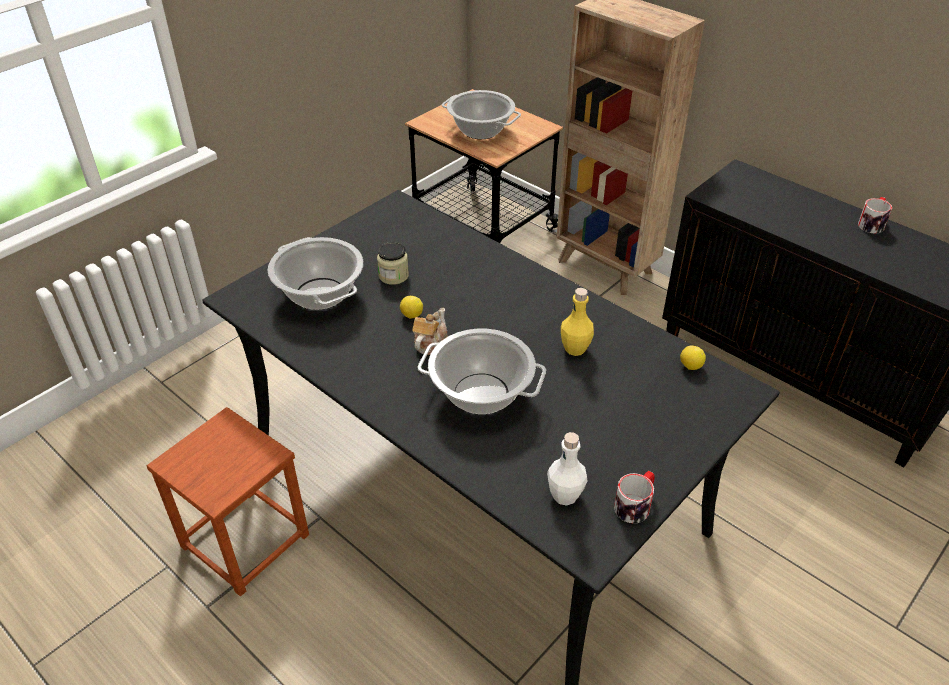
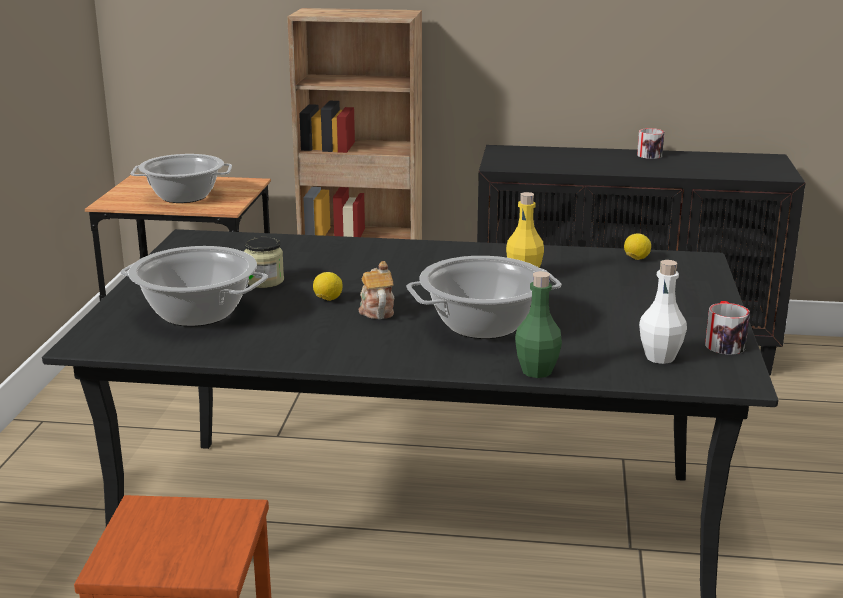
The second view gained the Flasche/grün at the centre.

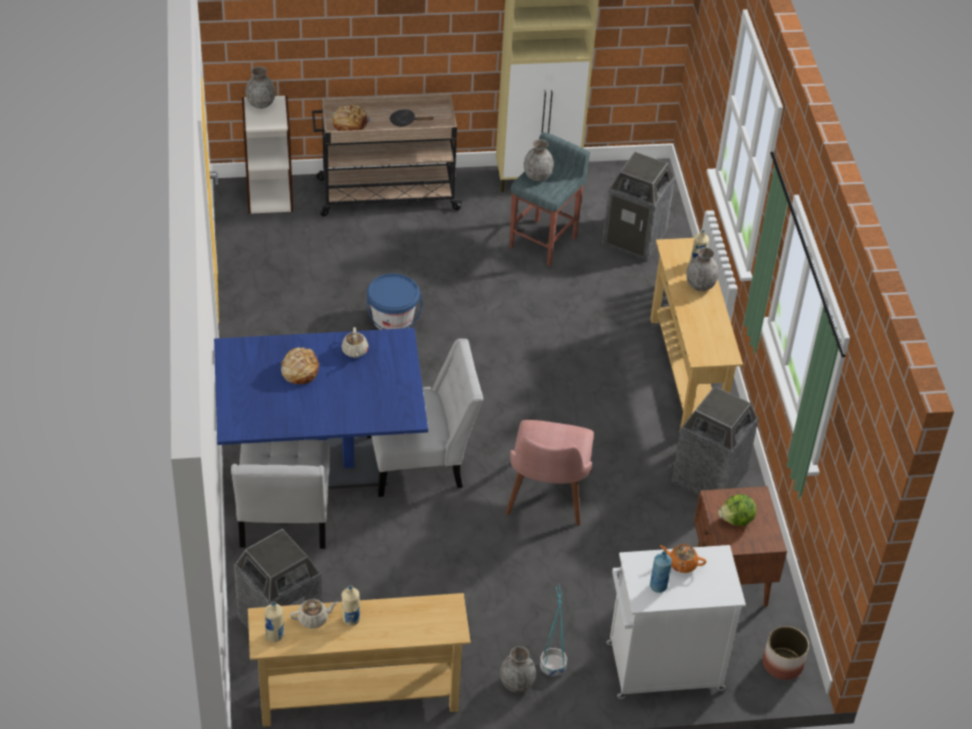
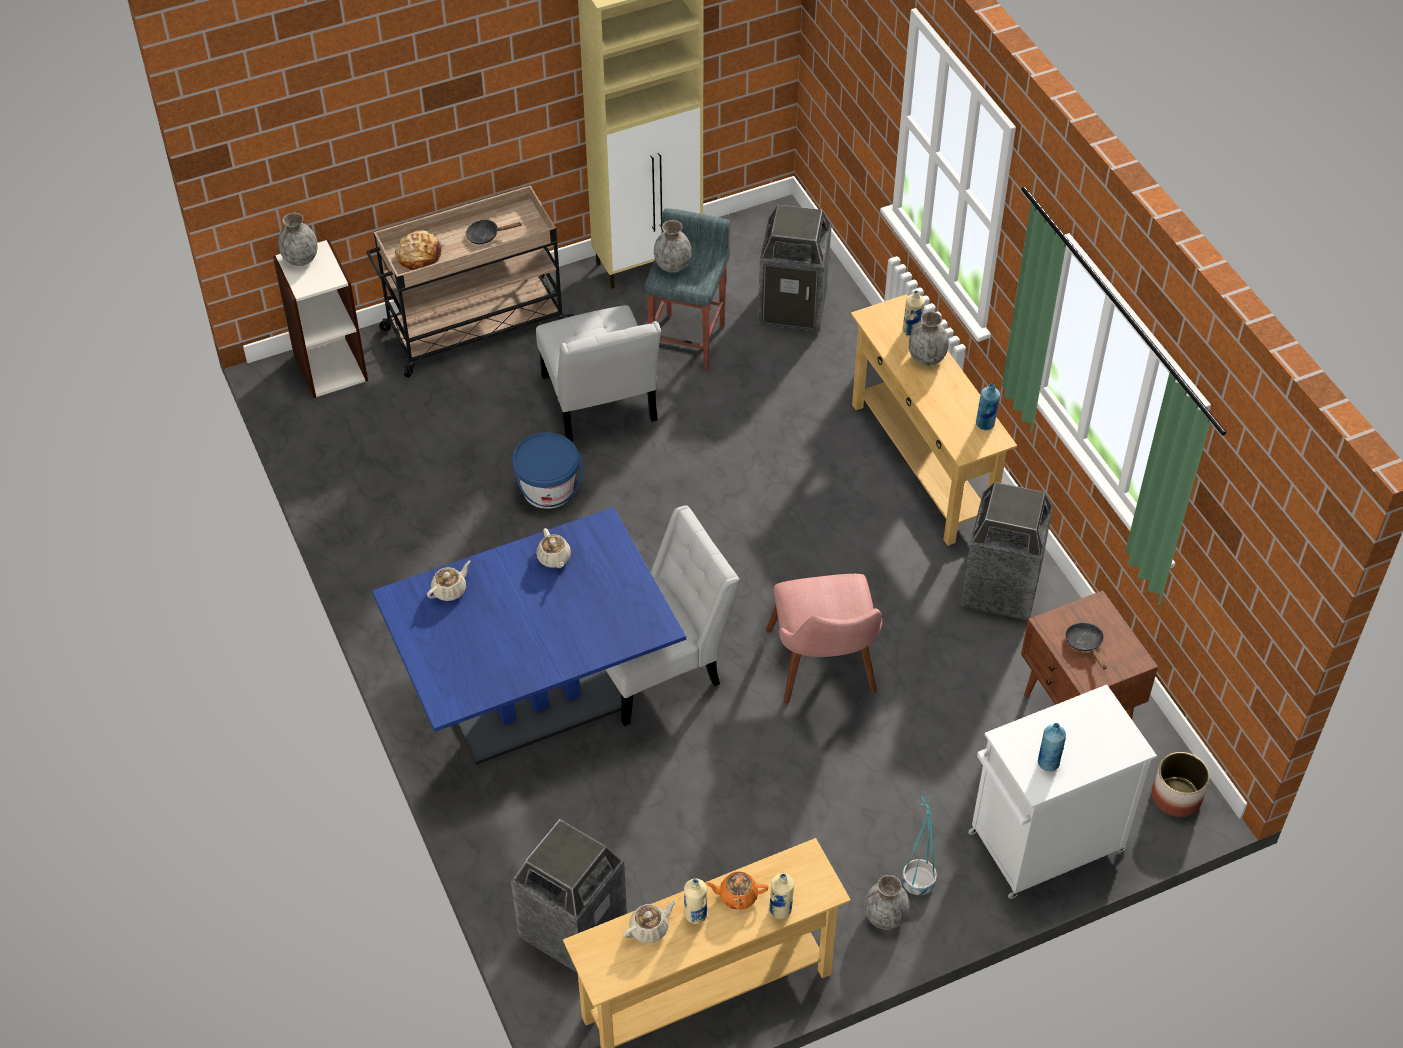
The second view gained the Teekanne/beige (no. 1 from left) at the middle left.
The Stuhl/weiß (no. 1 from left) ended up elsewhere, having gone from the bottom left to the centre.
The Teekanne/orange ended up elsewhere, having gone from the bottom right to the bottom centre.
The Flasche/beige (no. 1 from left in the first image) ended up elsewhere, having gone from the bottom left to the bottom centre.
The second view gained the Flasche/blau (no. 1 from left) at the middle right.
Where the Salatkopf stood at the bottom right, the Pfanne/schwarz (no. 2 from left) came to stand at the middle right.
The second view lost the Brot (no. 1 from left) at the middle left.

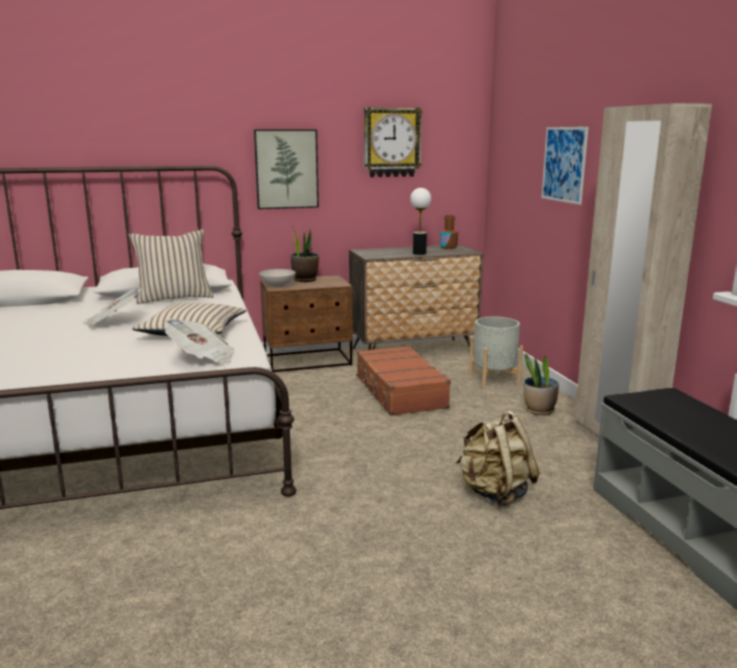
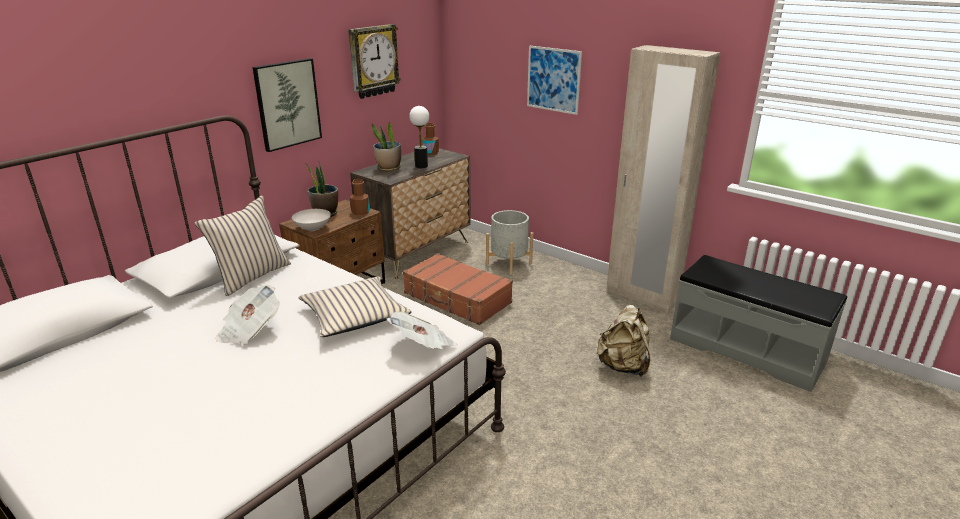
The second view gained the Flasche/braun (no. 1 from left) at the centre.
The Topfpflanze (no. 2 from left) ended up elsewhere, having gone from the middle right to the top centre.

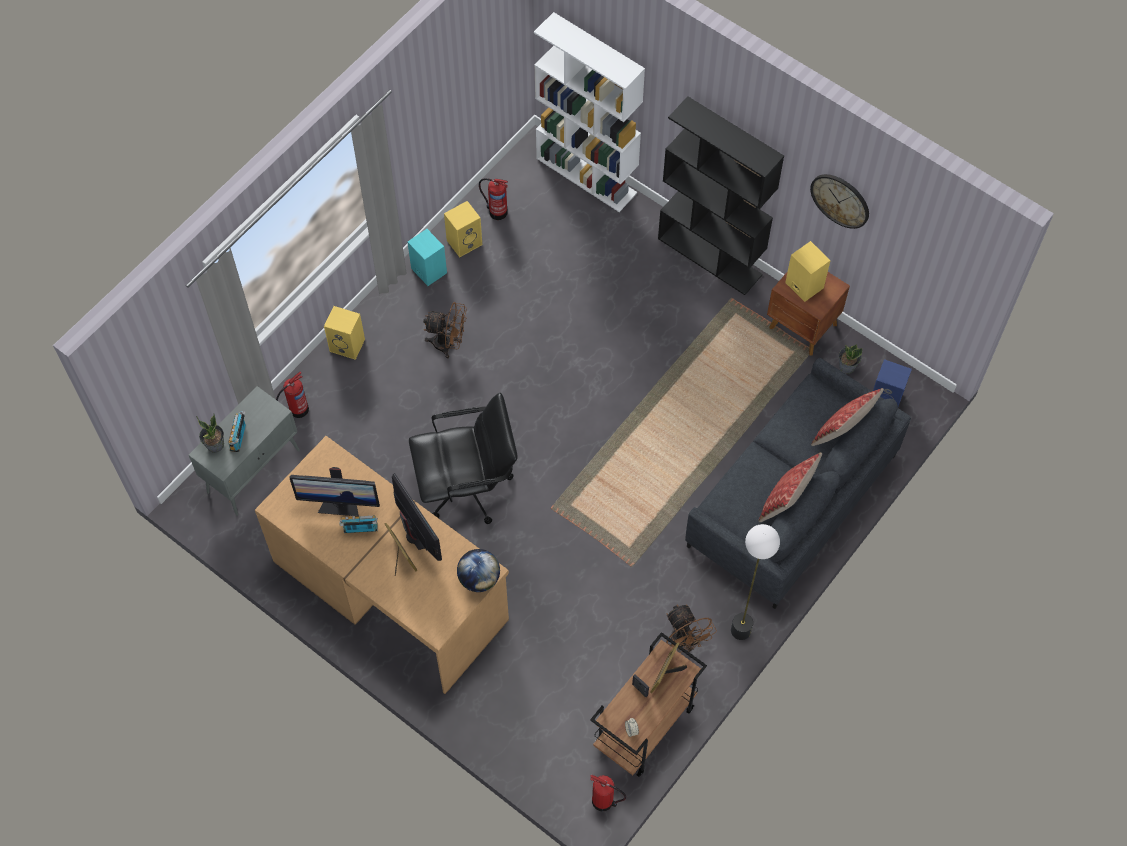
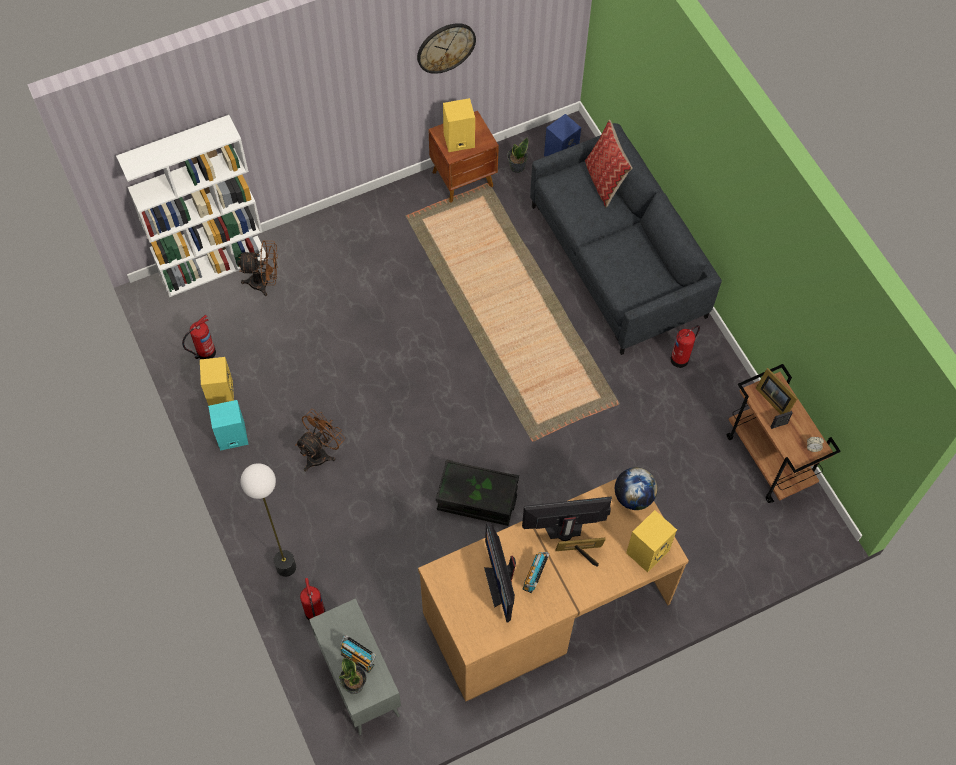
The Ventilator/braun (no. 2 from left in the first image) ended up elsewhere, having gone from the bottom centre to the middle left.
The Stehlampe ended up elsewhere, having gone from the bottom right to the bottom left.
Where the Bürostuhl/schwarz stood at the centre, the Aufbewahrungsbox/schwarz came to stand at the centre.
The Monitor (no. 1 from left) at the middle left ended up facing another way, 135 degrees clockwise from before.
The Lautsprecher/gelb (no. 1 from left in the first image) ended up elsewhere, having gone from the middle left to the bottom right.
The Feuerlöscher (no. 3 from left) ended up elsewhere, having gone from the bottom centre to the middle right.
The second view lost the Bücherregal/schwarz at the top centre.
The second view lost the Kissen (no. 1 from left) at the middle right.

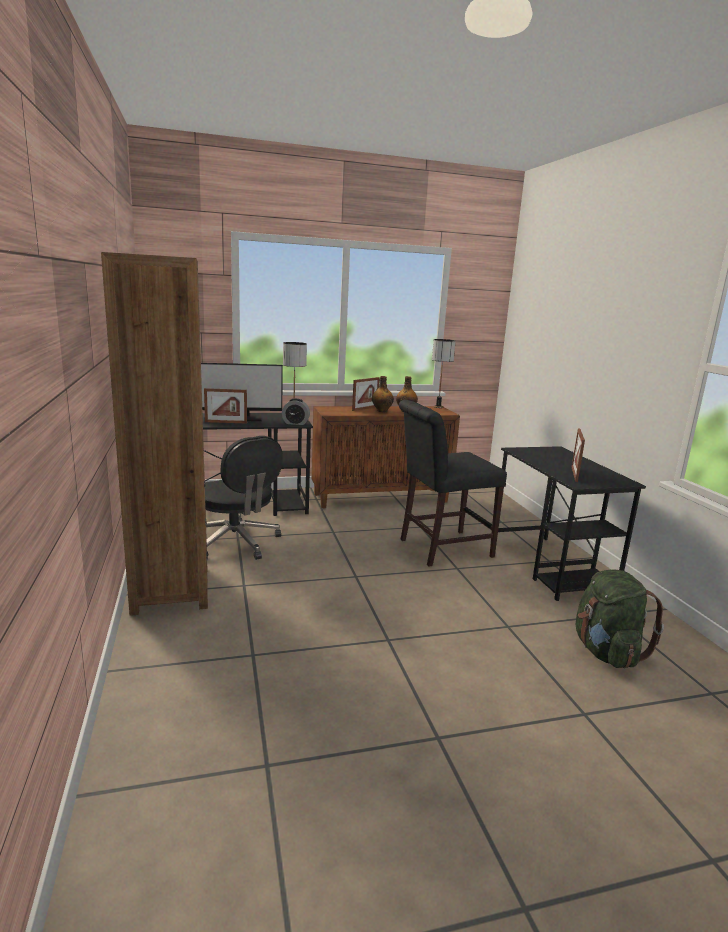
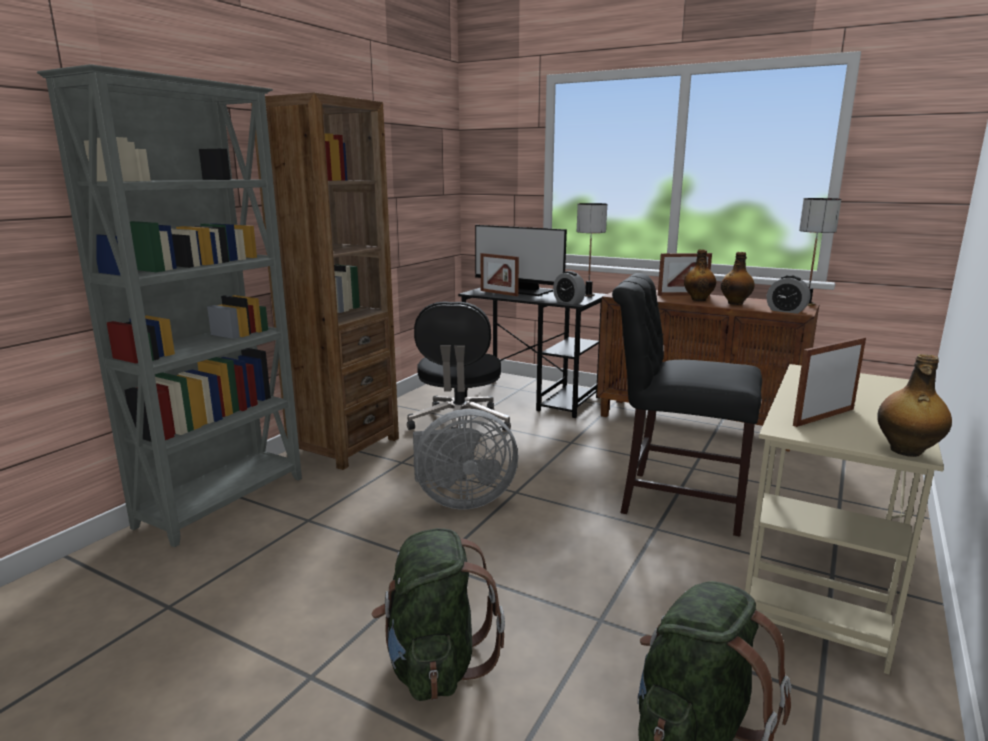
The second view gained the Bücherregal/grau at the middle left.
The second view gained the Rucksack/grün (no. 1 from left) at the bottom centre.
The second view gained the Ventilator/grau at the centre.
What was the Schreibtisch/schwarz (no. 2 from left) at the middle right turned into the Schreibtisch/beige at the bottom right.
The second view gained the Wecker (no. 2 from left) at the middle right.
The second view gained the Flasche (no. 3 from left) at the middle right.

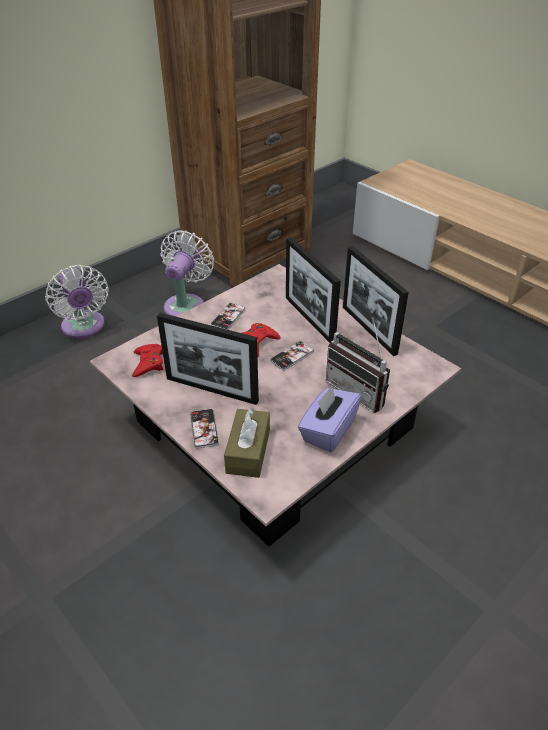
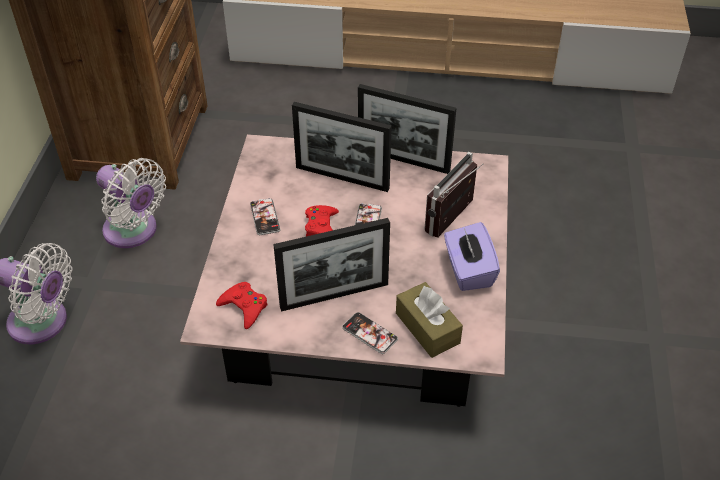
The Ventilator/weiß (no. 2 from left) at the centre ended up facing another way, 150 degrees clockwise from before.
The Radio at the centre ended up facing another way, 120 degrees clockwise from before.

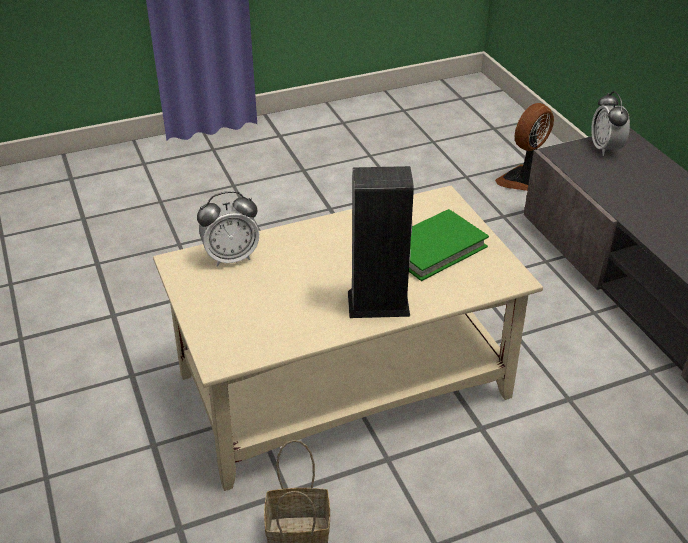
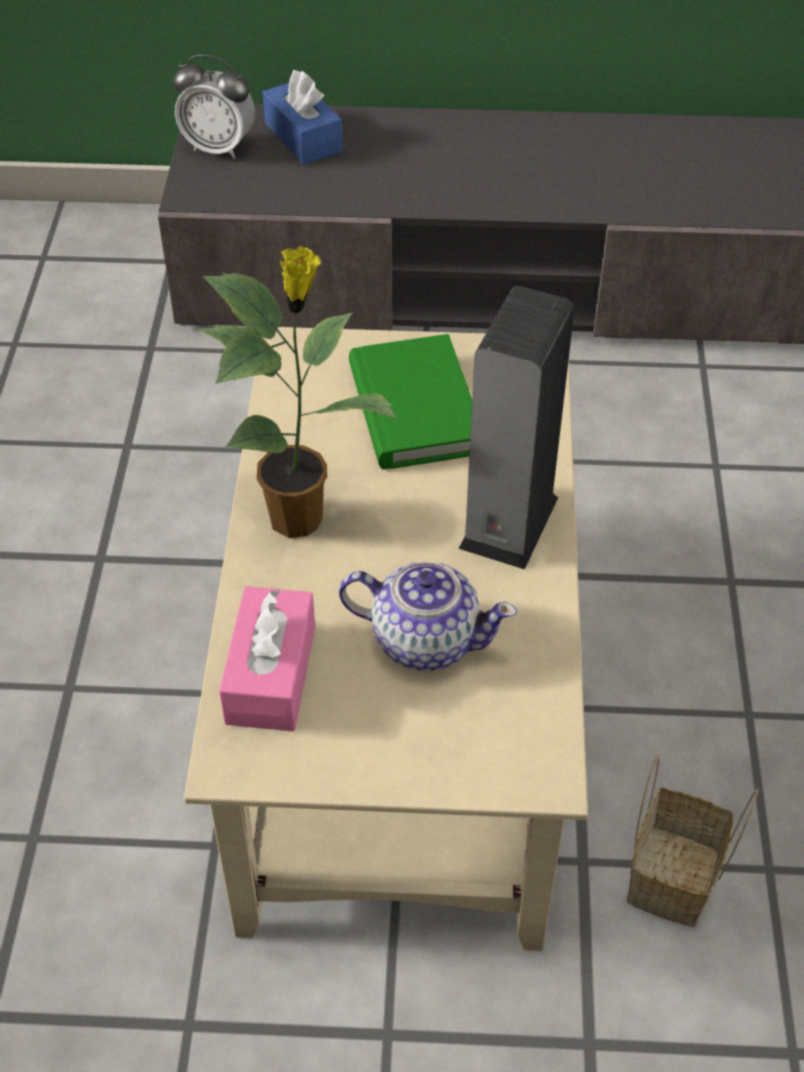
The second view gained the Topfpflanze at the centre.
Where the Wecker (no. 1 from left) stood at the middle left, the Taschentuchbox/rosa came to stand at the middle left.
The second view gained the Taschentuchbox/blau at the top centre.
The second view gained the Teekanne at the centre.
The second view lost the Ventilator at the top right.

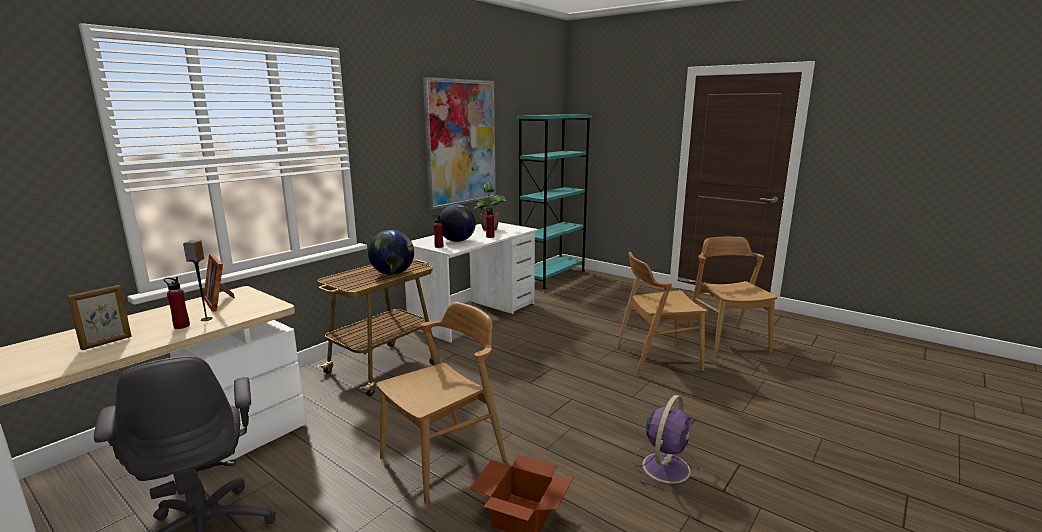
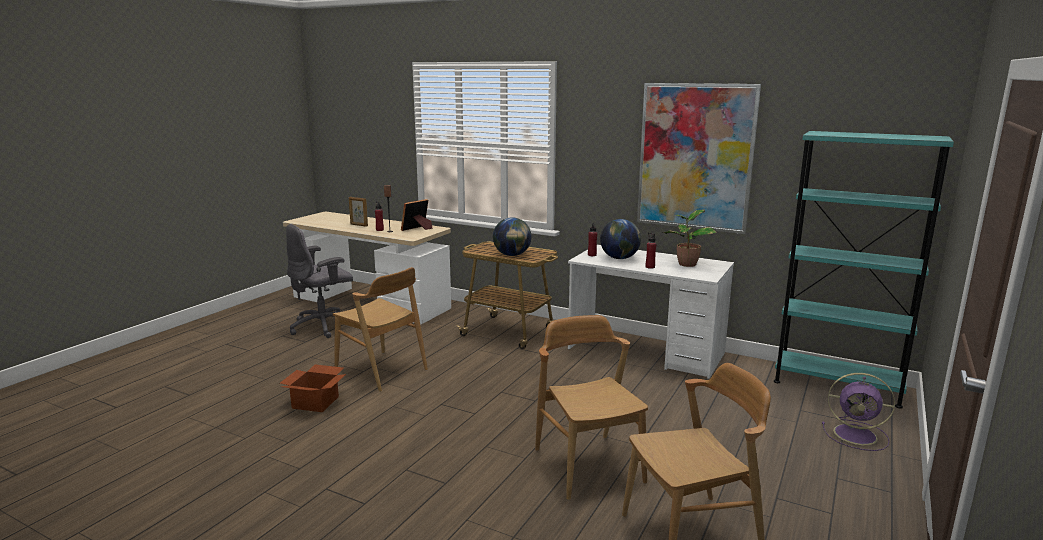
The Ventilator/lila ended up elsewhere, having gone from the bottom centre to the bottom right.

